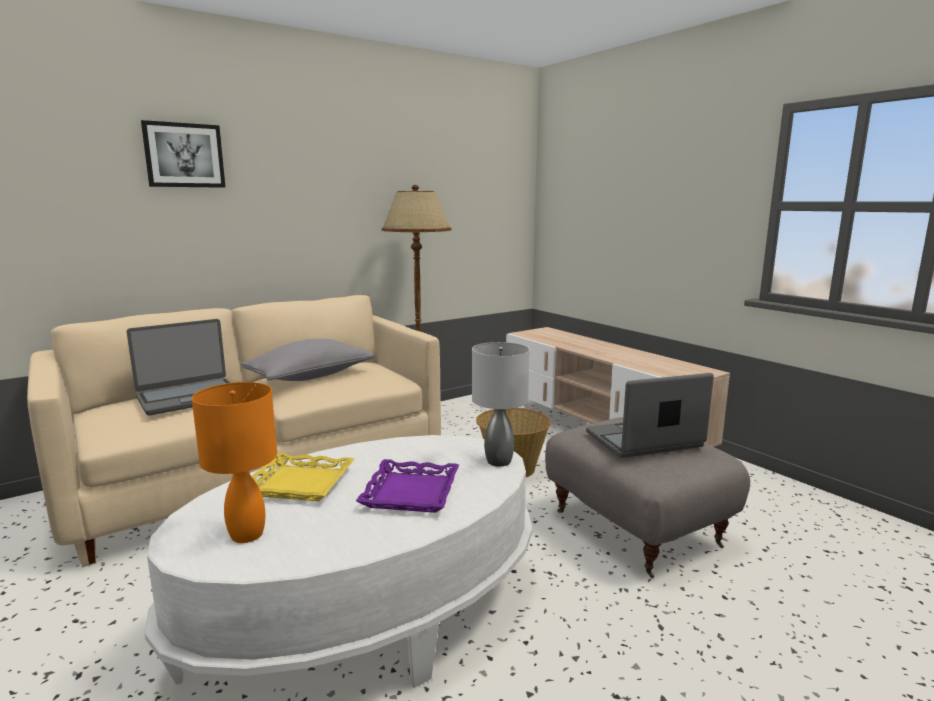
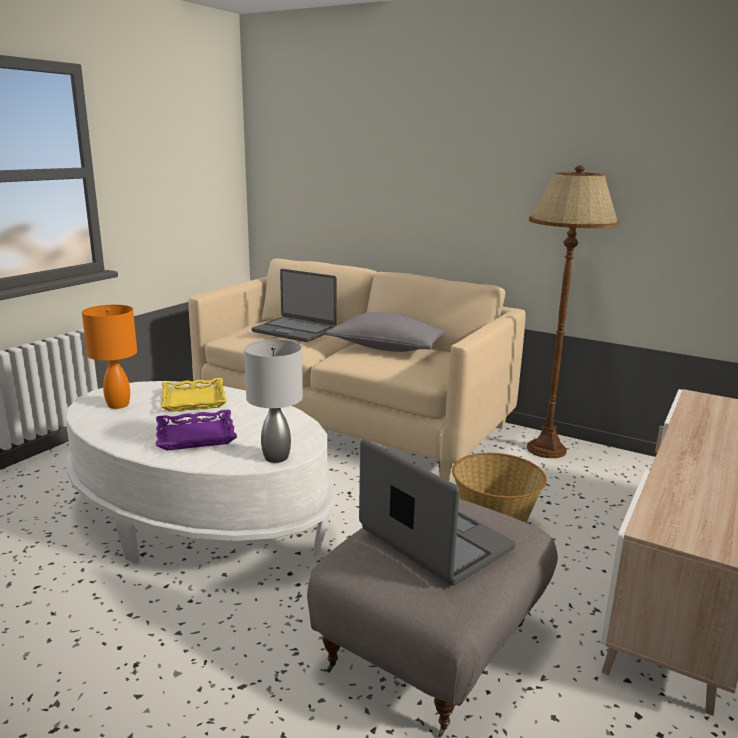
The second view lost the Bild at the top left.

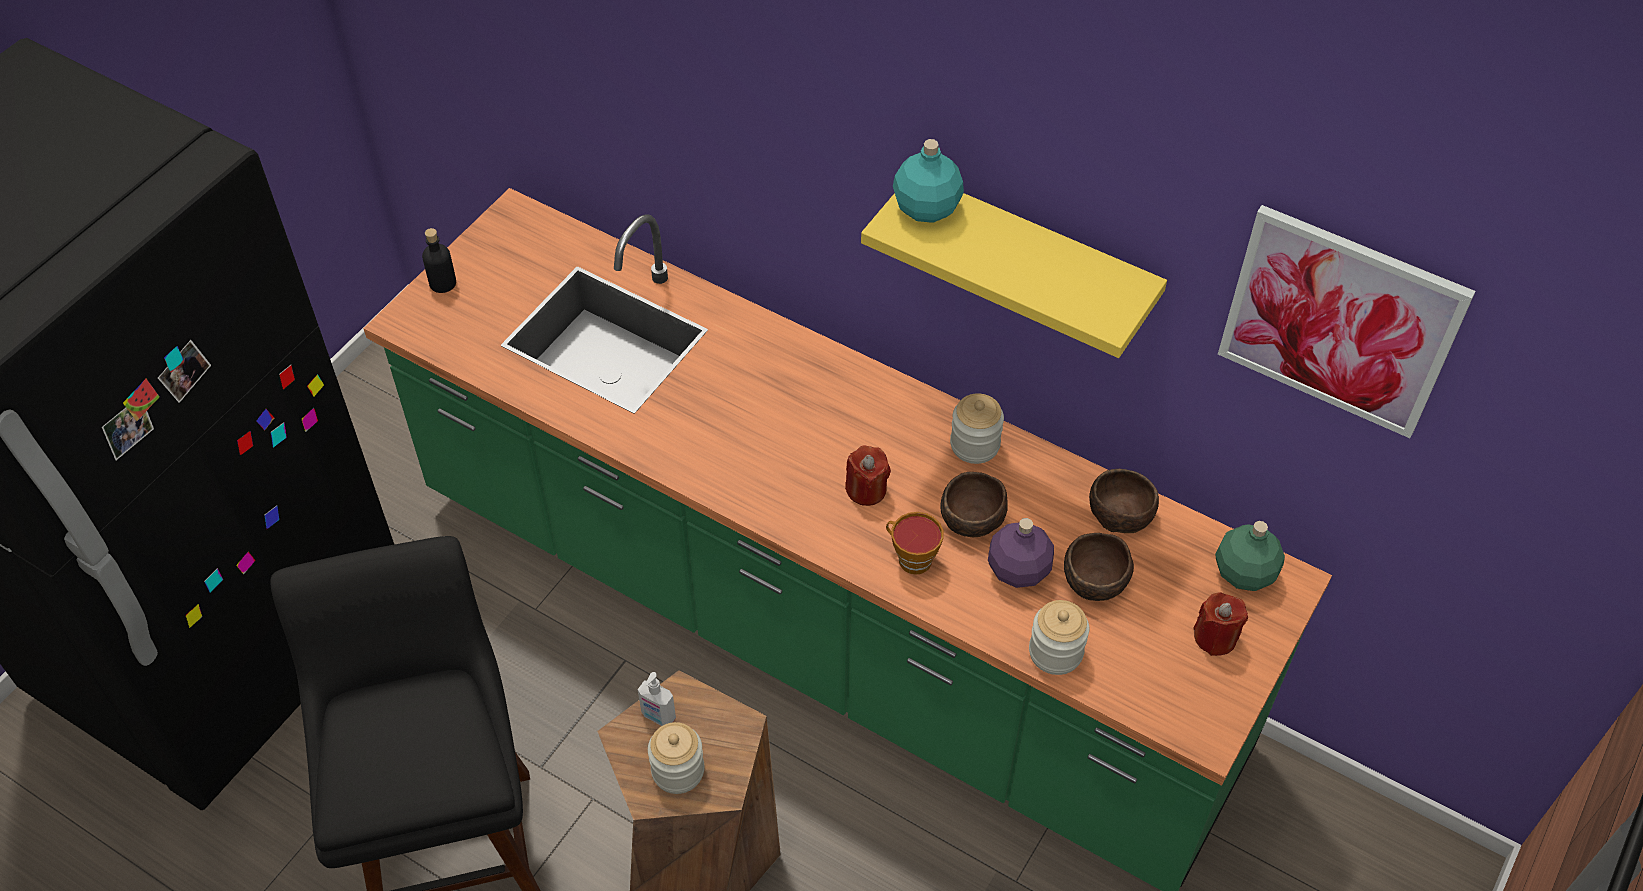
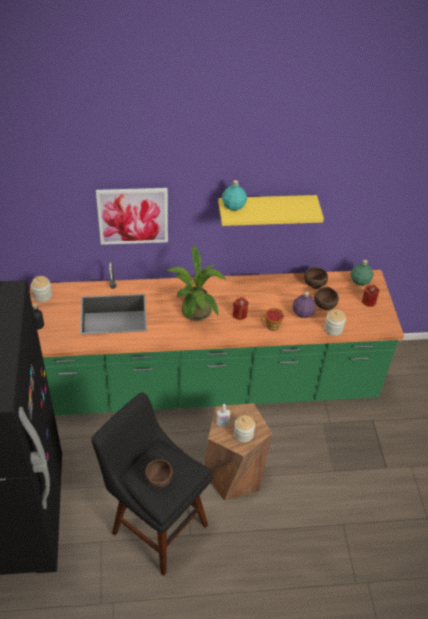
The Vorratsglas (no. 2 from left in the first image) ended up elsewhere, having gone from the centre to the middle left.
The Bild ended up elsewhere, having gone from the middle right to the middle left.
The Schüssel/braun (no. 1 from left) ended up elsewhere, having gone from the centre to the bottom centre.
The second view gained the Topfpflanze at the centre.

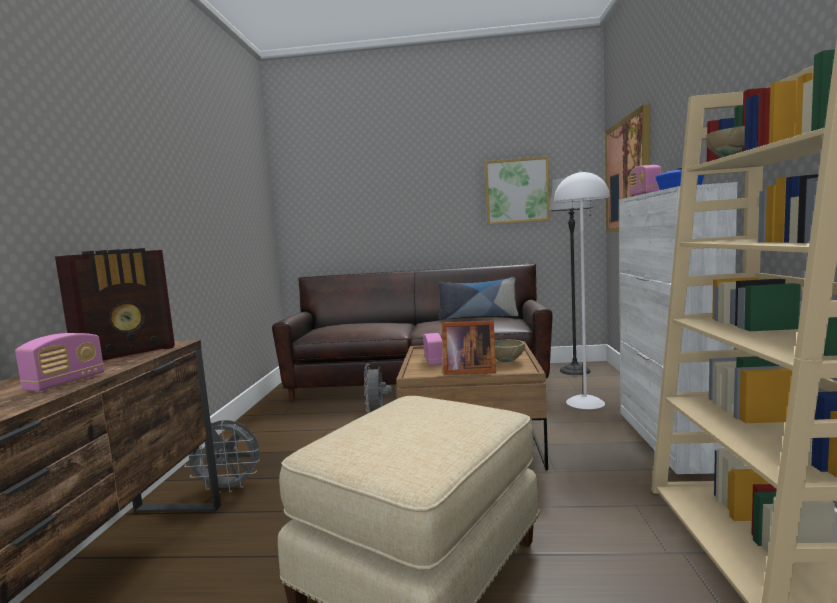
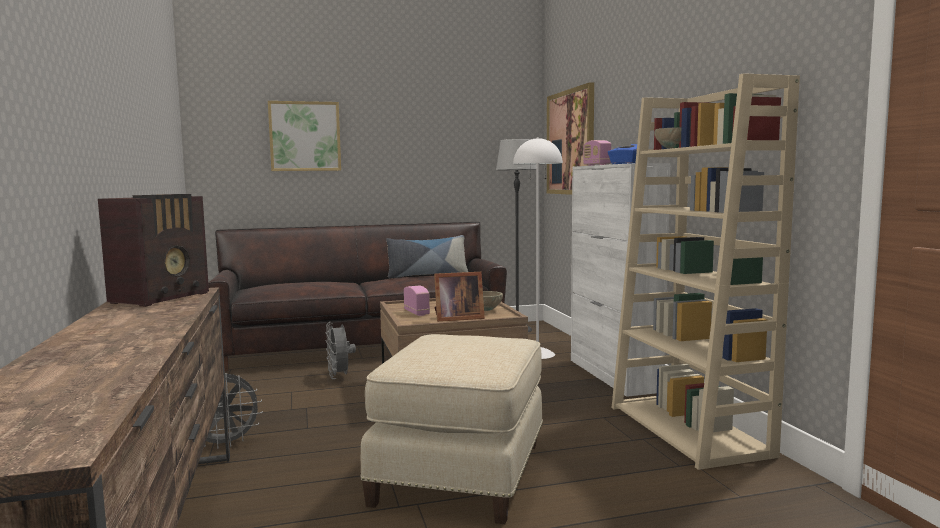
The Bild (no. 1 from left) ended up elsewhere, having gone from the top centre to the top left.
The second view lost the Radio (no. 1 from left) at the middle left.

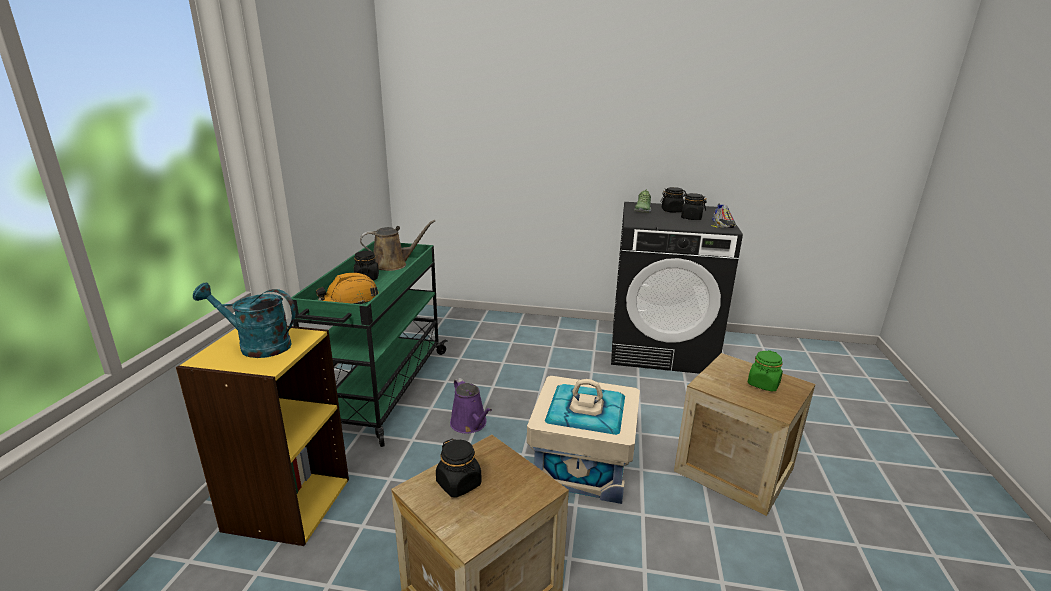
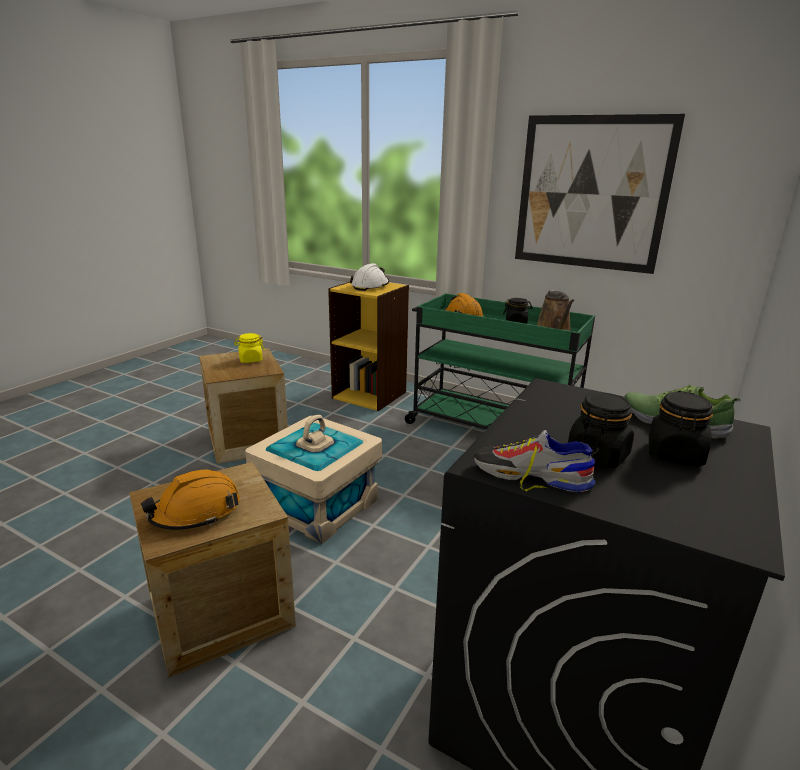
Where the Vorratsglas/grün stood at the middle right, the Schutzhelm/orange (no. 1 from left) came to stand at the middle left.
What was the Vorratsglas/schwarz (no. 2 from left) at the bottom centre turned into the Vorratsglas/gelb at the middle left.
Where the Gießkanne/türkis stood at the middle left, the Schutzhelm/weiß came to stand at the centre.
The second view gained the Bild at the top right.
The second view lost the Gießkanne/lila at the bottom centre.

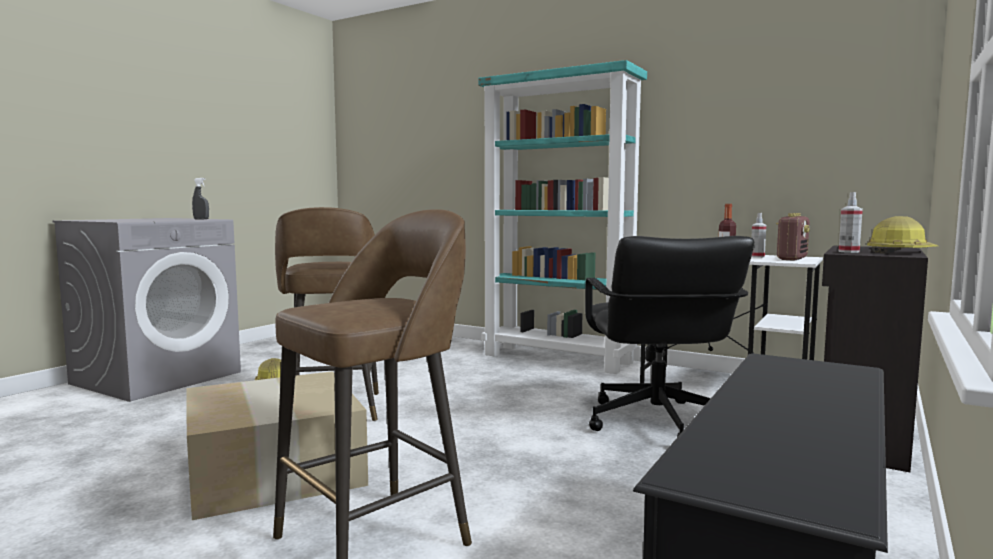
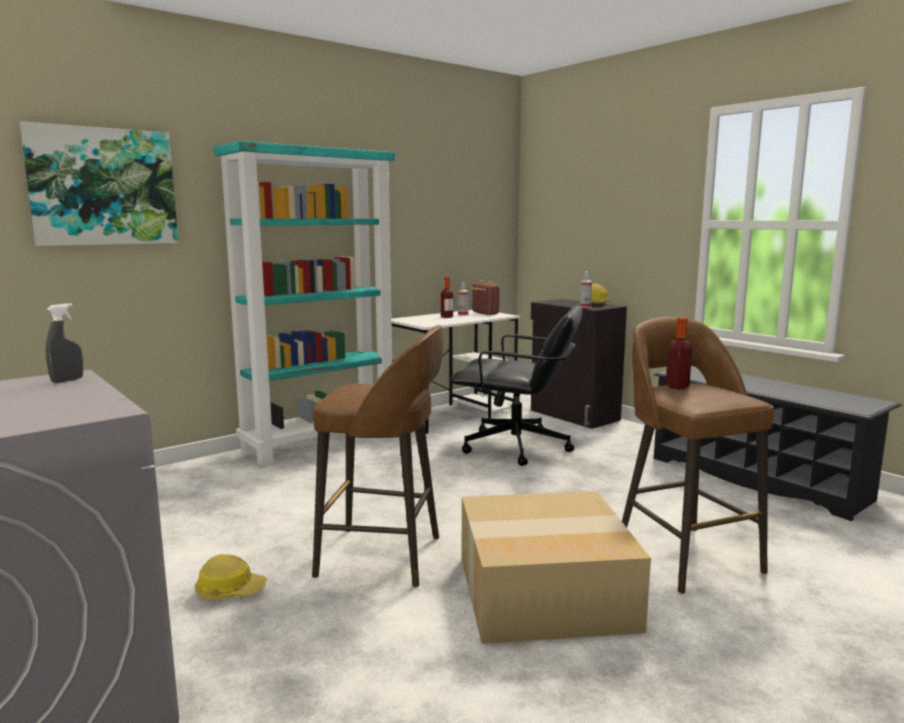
The second view gained the Bild at the top left.
The second view gained the Flasche (no. 2 from left) at the middle right.

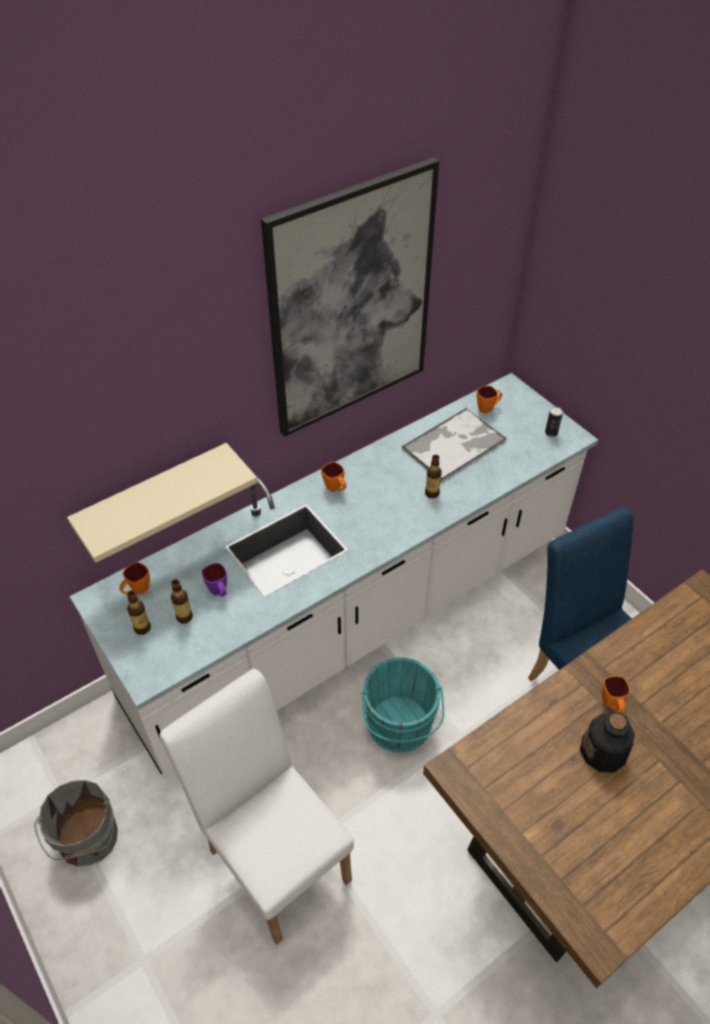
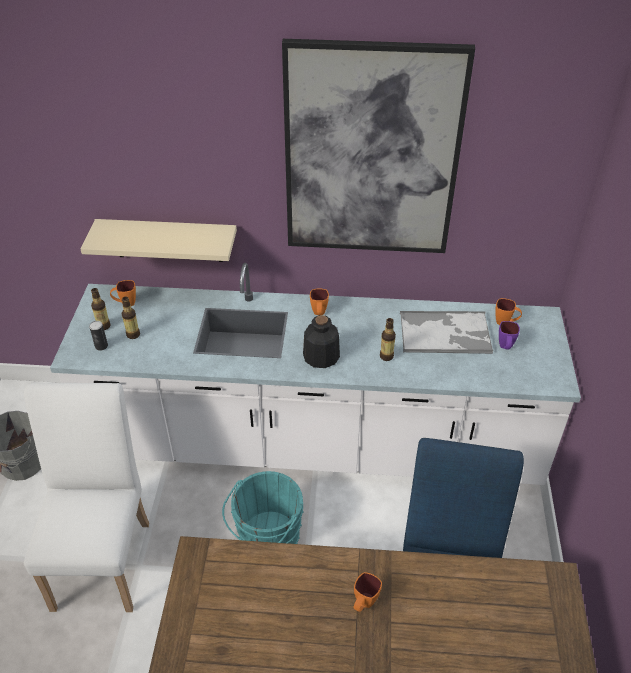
The Dose ended up elsewhere, having gone from the middle right to the middle left.
The Flasche (no. 4 from left in the first image) ended up elsewhere, having gone from the bottom right to the centre.
The Henkelbecher/lila ended up elsewhere, having gone from the middle left to the middle right.

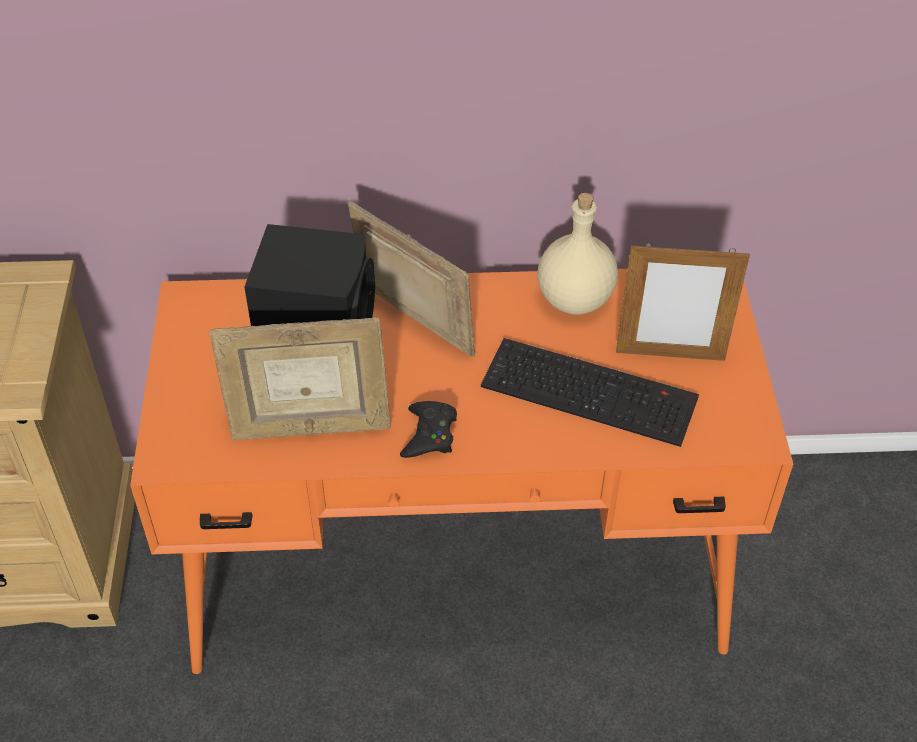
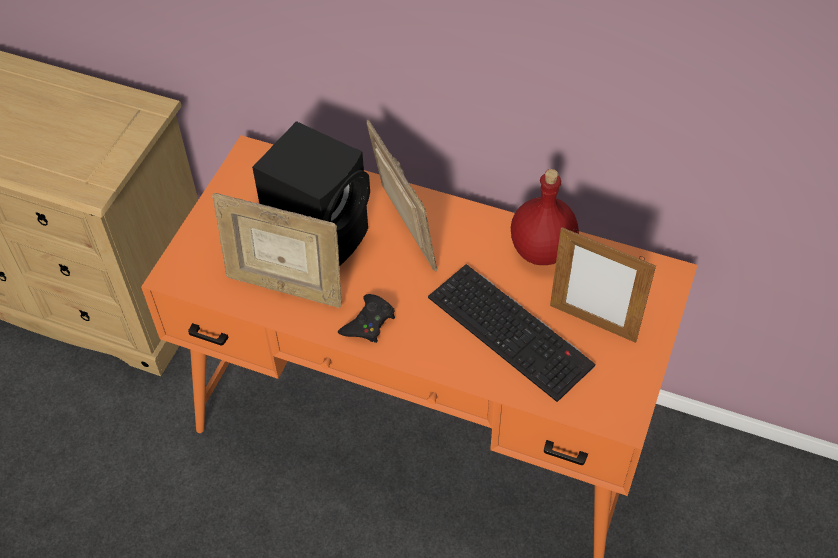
What was the Flasche/beige at the centre turned into the Flasche/rot at the centre.

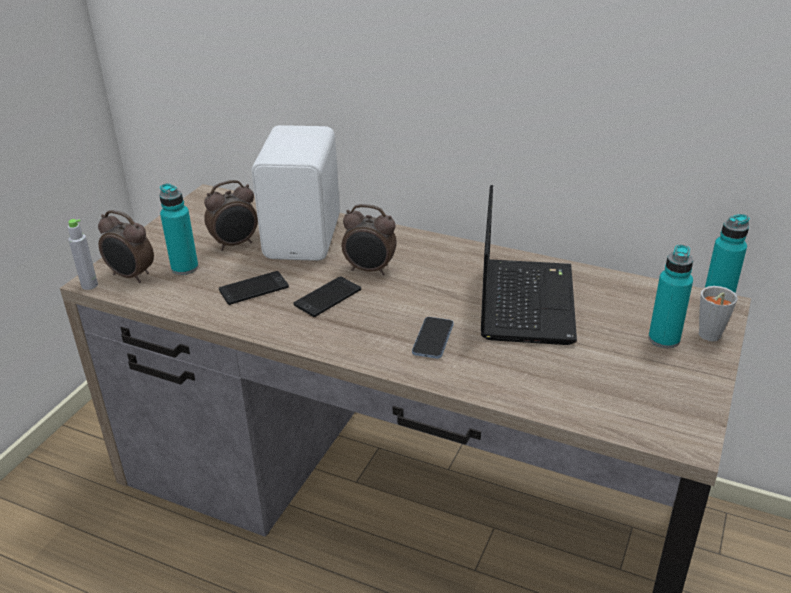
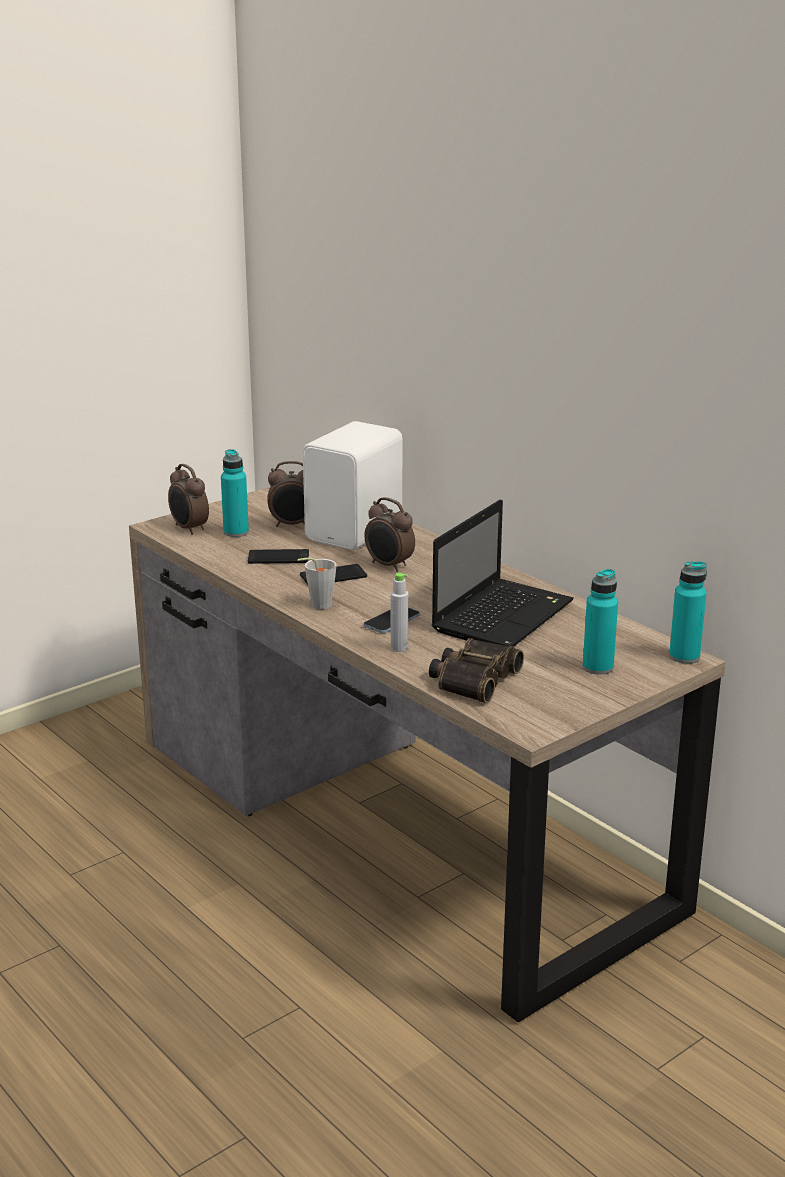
The Tasse/grau ended up elsewhere, having gone from the middle right to the centre.
The Flasche/grau ended up elsewhere, having gone from the middle left to the centre.
The second view gained the Fernglas at the centre.

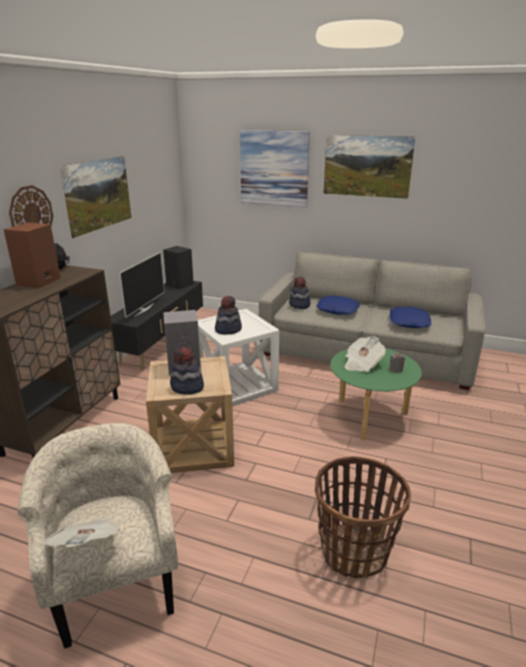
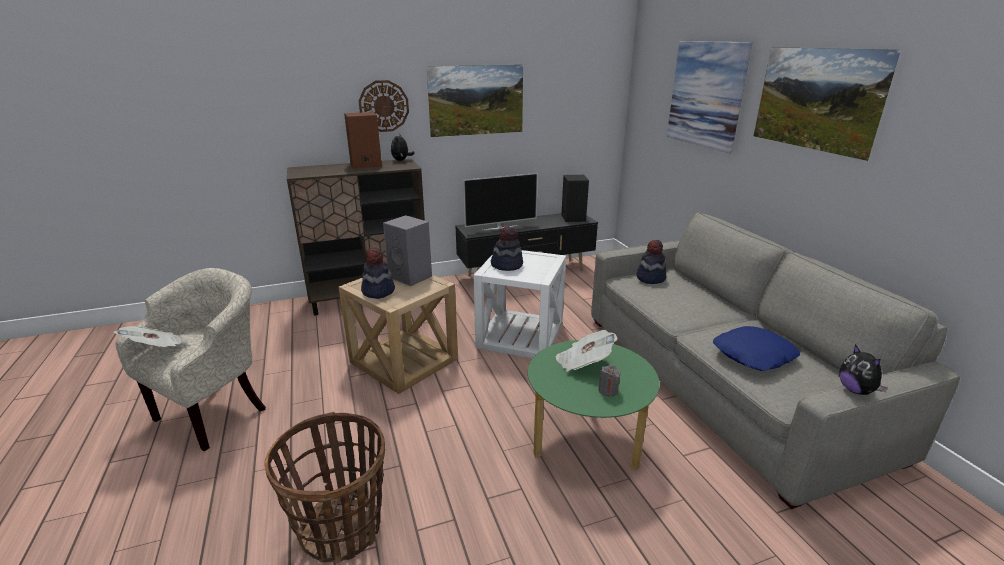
The second view gained the Plüschtier (no. 2 from left) at the middle right.
The second view lost the Kissen/blau (no. 1 from left) at the centre.

